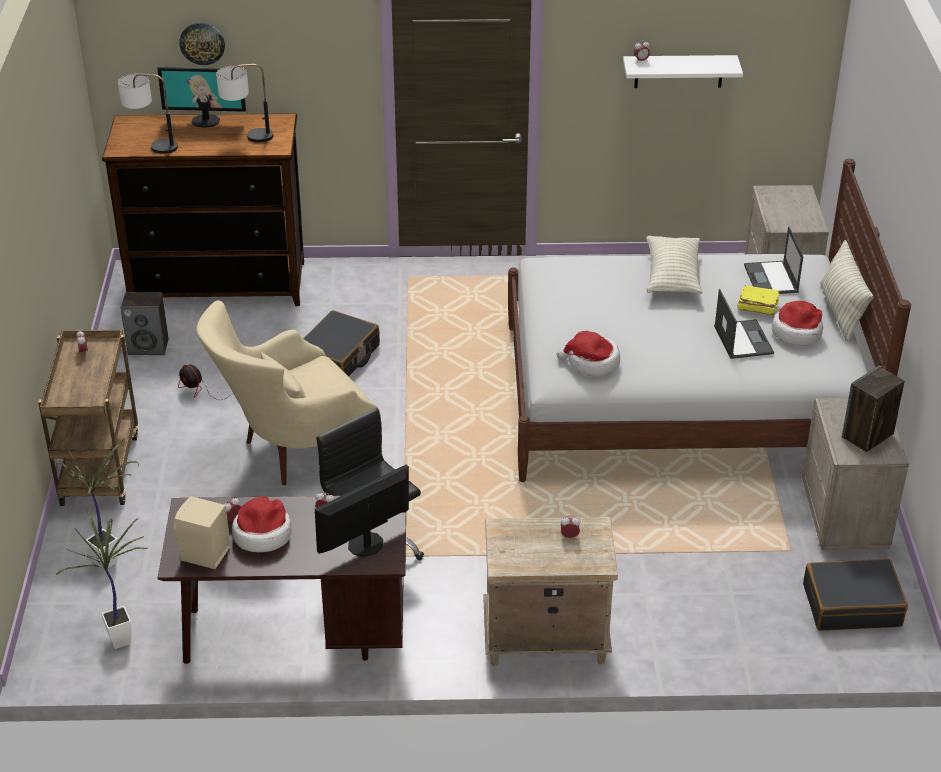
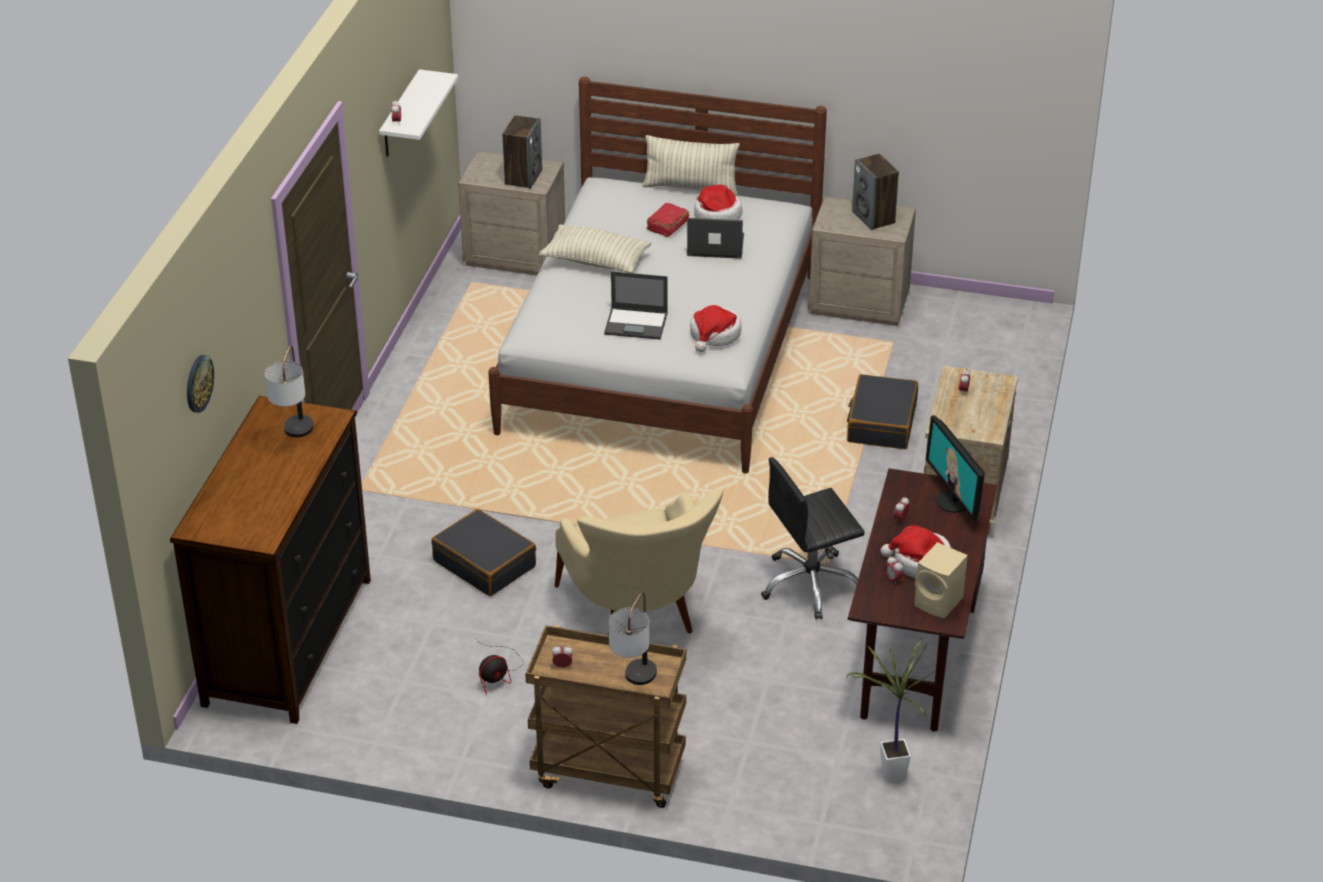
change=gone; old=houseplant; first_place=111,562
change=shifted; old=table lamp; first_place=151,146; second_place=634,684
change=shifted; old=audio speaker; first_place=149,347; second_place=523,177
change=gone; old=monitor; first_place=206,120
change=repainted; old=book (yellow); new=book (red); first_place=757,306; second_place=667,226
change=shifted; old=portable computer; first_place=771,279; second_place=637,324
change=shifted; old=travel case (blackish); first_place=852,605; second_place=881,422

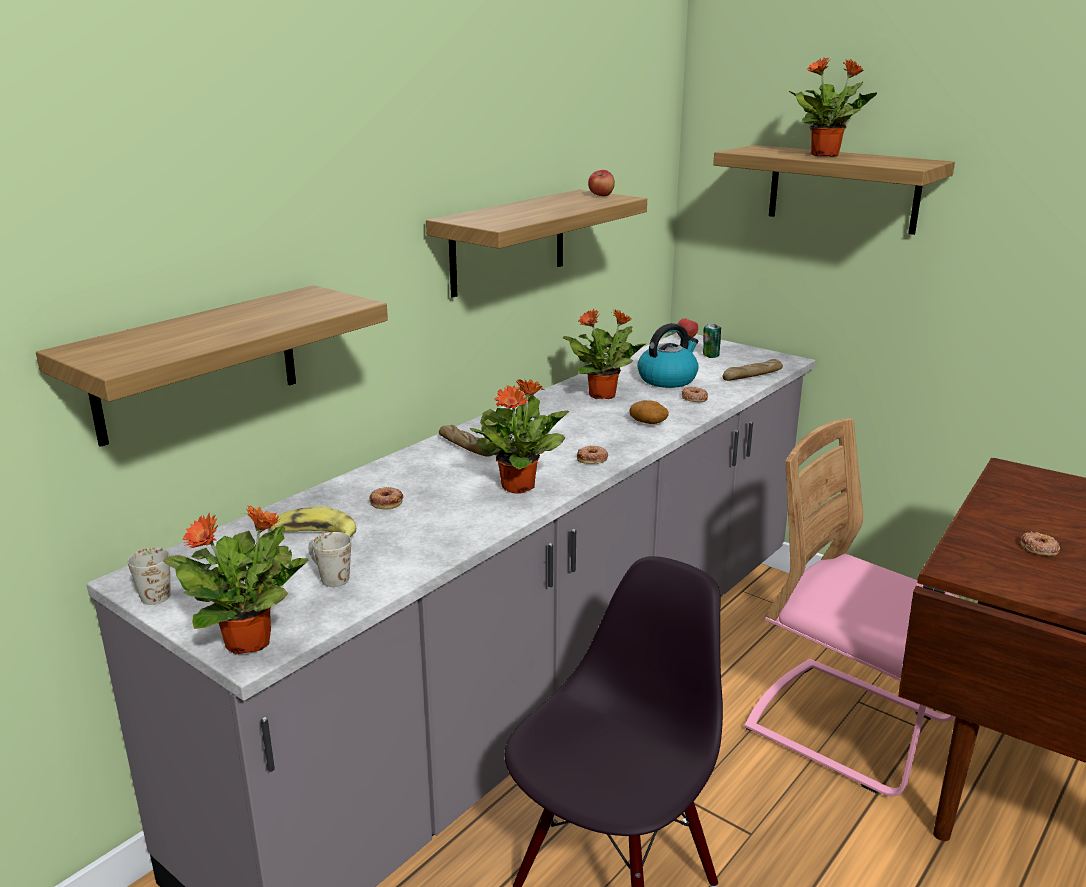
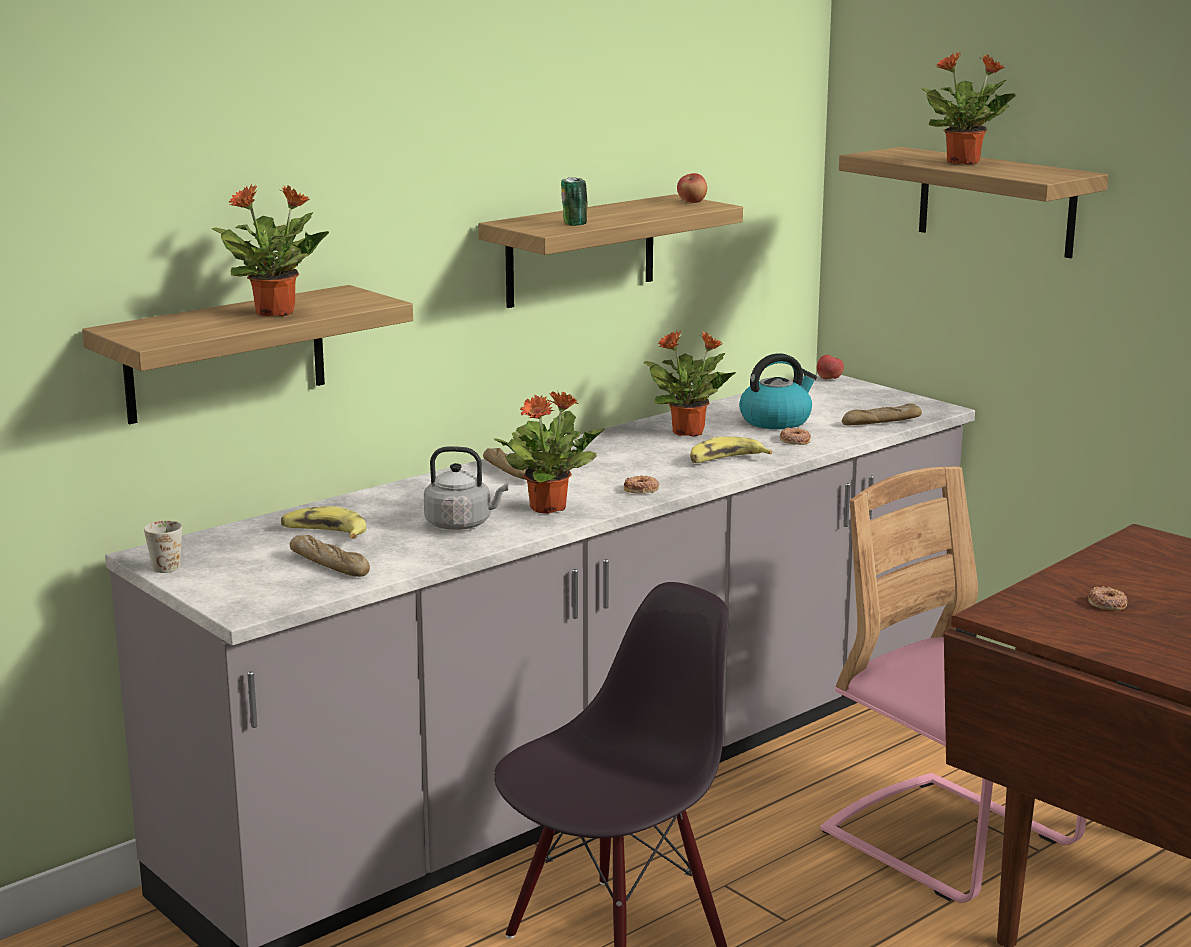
change=shifted; old=houseplant; first_place=250,642; second_place=277,312
change=swapped; old=tea mug (white-coloured); new=bread; first_place=328,577; second_place=329,565
change=gone; old=ring doughnut; first_place=386,501
change=swapped; old=potato; new=banana; first_place=649,422; second_place=726,461
change=shifted; old=can; first_place=710,356; second_place=574,224
change=new; new=tea kettle (grey); second_place=462,524

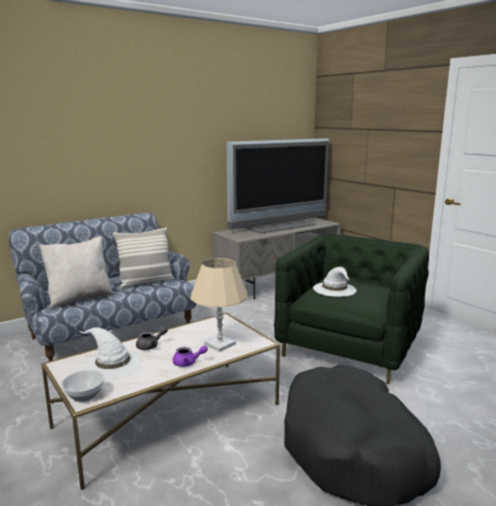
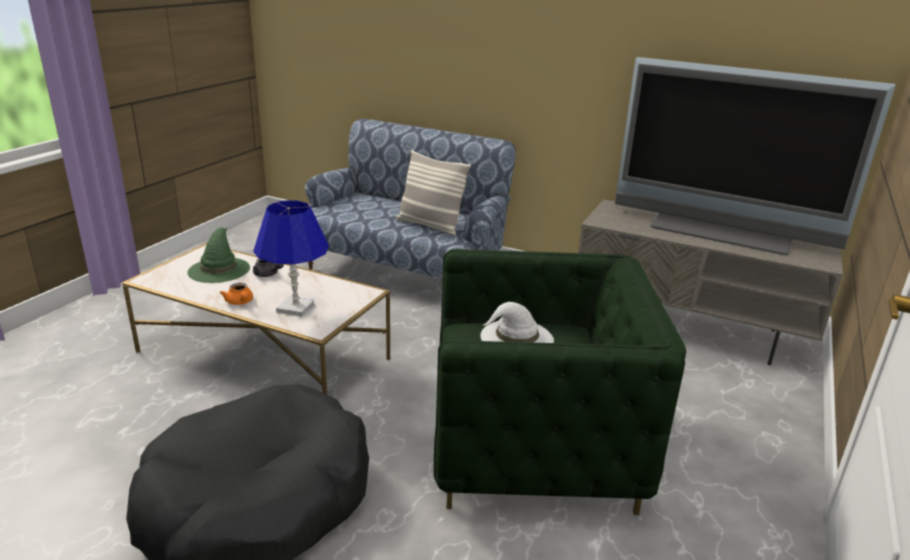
change=gone; old=cushion (beige-coloured); first_place=79,298
change=gone; old=serving bowl; first_place=85,395
change=repainted; old=wearable hat (white-coloured); new=wearable hat (green-coloured); first_place=112,364; second_place=219,269
change=repainted; old=teapot (purple-coloured); new=teapot (orange-coloured); first_place=188,363; second_place=240,302
change=repainted; old=table lamp (beige-coloured); new=table lamp (bluish); first_place=220,344; second_place=295,307

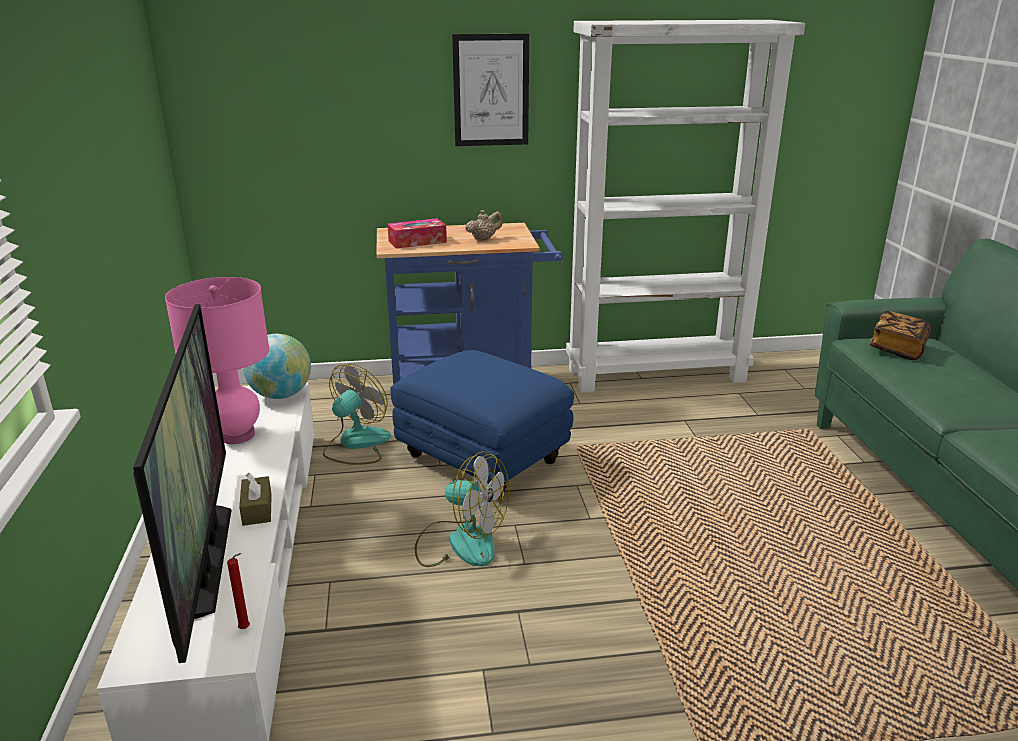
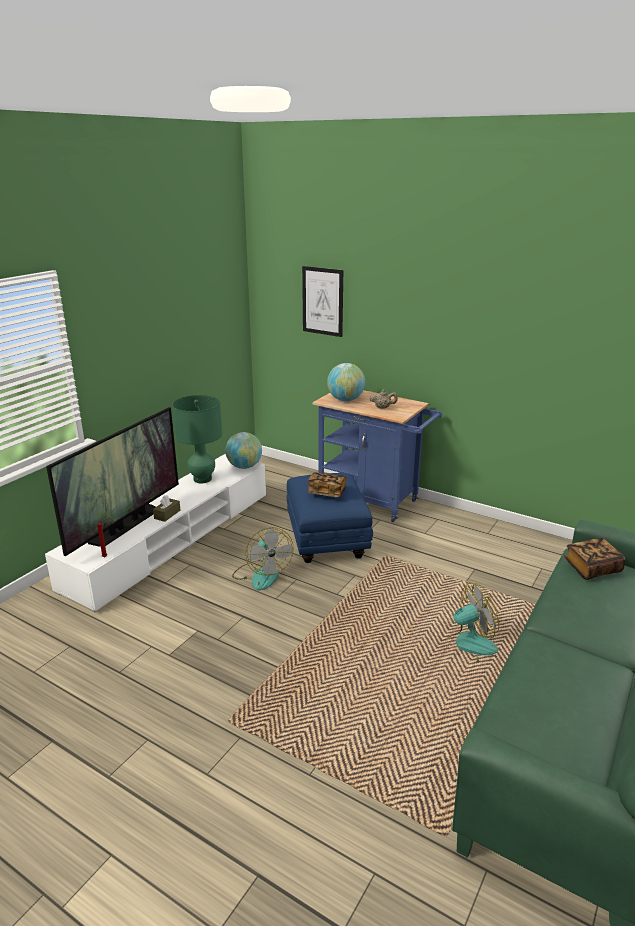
change=repainted; old=table lamp (pinkish); new=table lamp (green-coloured); first_place=237,435; second_place=202,479
change=shifted; old=cooling fan; first_place=356,444; second_place=466,647
change=swapped; old=tissue holder; new=world globe; first_place=417,241; second_place=345,400
change=shifted; old=wall art; first_place=491,90; second_place=322,301
change=gone; old=bookcase (white-coloured); first_place=657,374
change=new; new=book; second_place=326,492

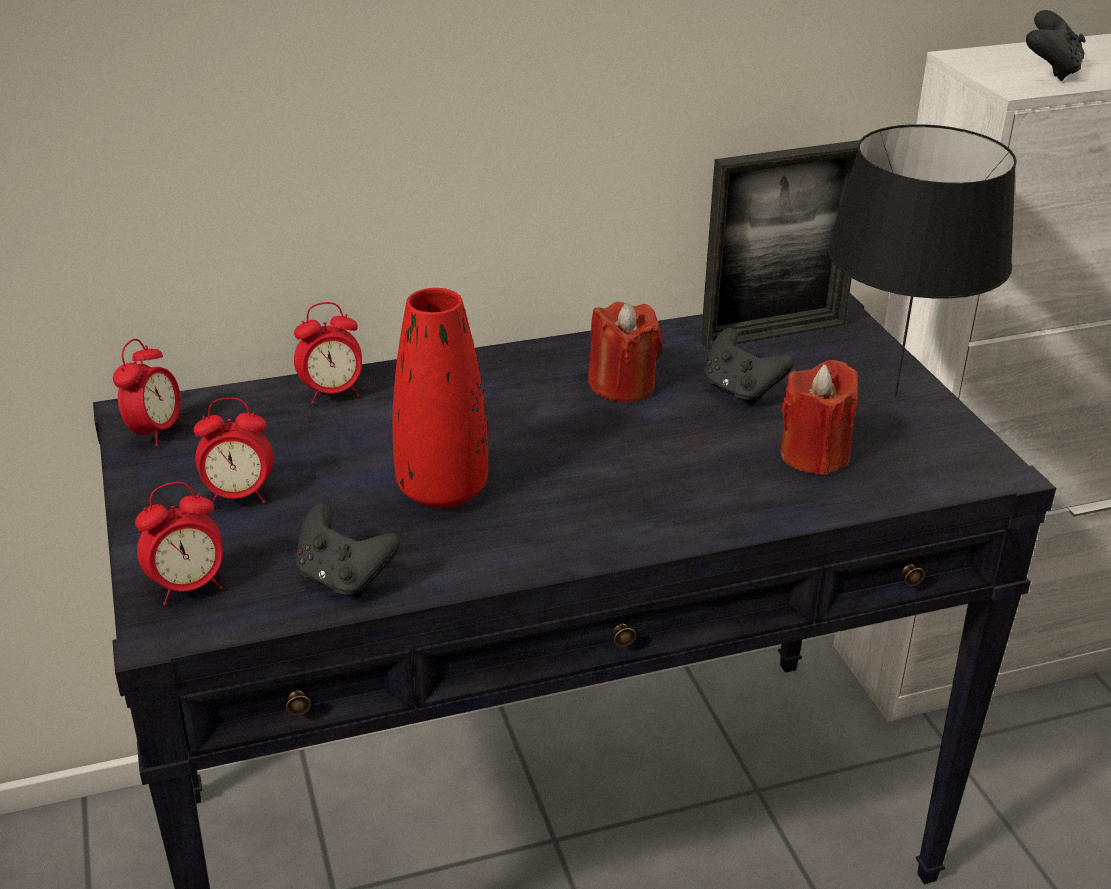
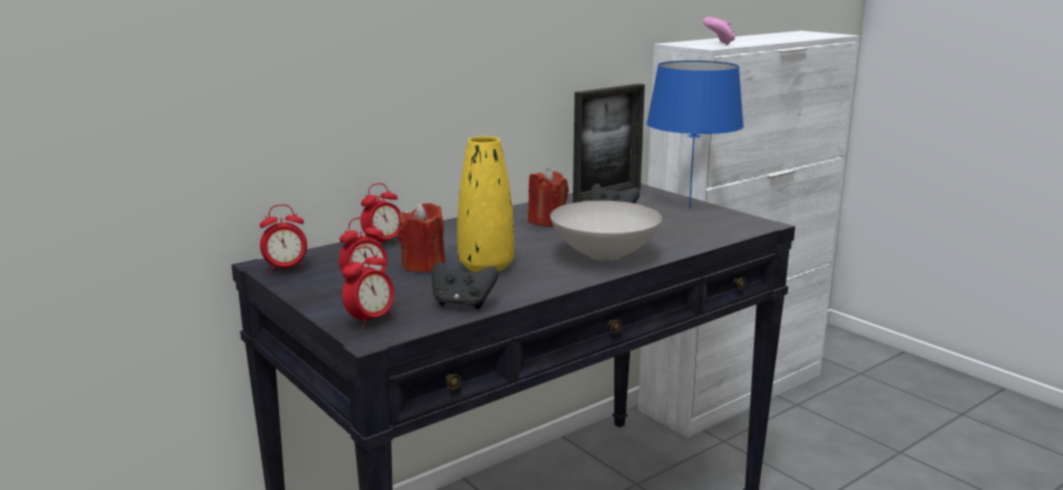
change=rotated; old=bedside clock; first_place=155,432; second_place=286,269; degrees=75
change=repainted; old=decorative vase (red); new=decorative vase (yellow); first_place=442,490; second_place=486,267
change=shifted; old=wax candle (red); first_place=814,455; second_place=423,265
change=repainted; old=table lamp (blackish); new=table lamp (bluish); first_place=896,397; second_place=690,208
change=repainted; old=joypad (blackish); new=joypad (pinkish); first_place=1050,71; second_place=719,44
change=new; new=serving bowl (white-coloured); second_place=606,255

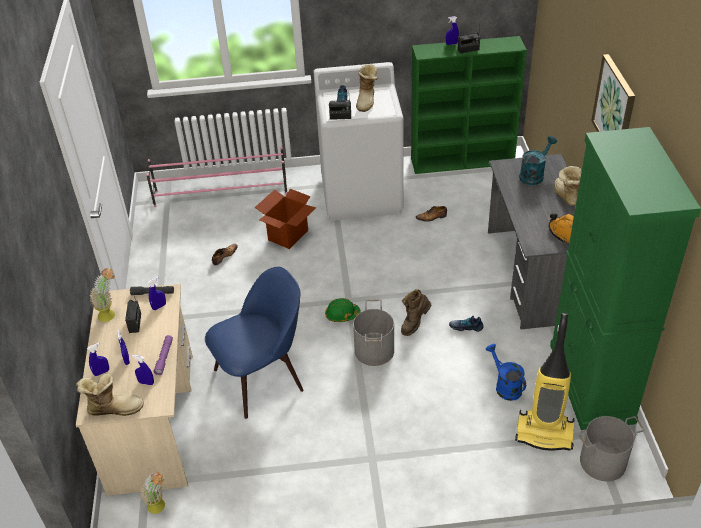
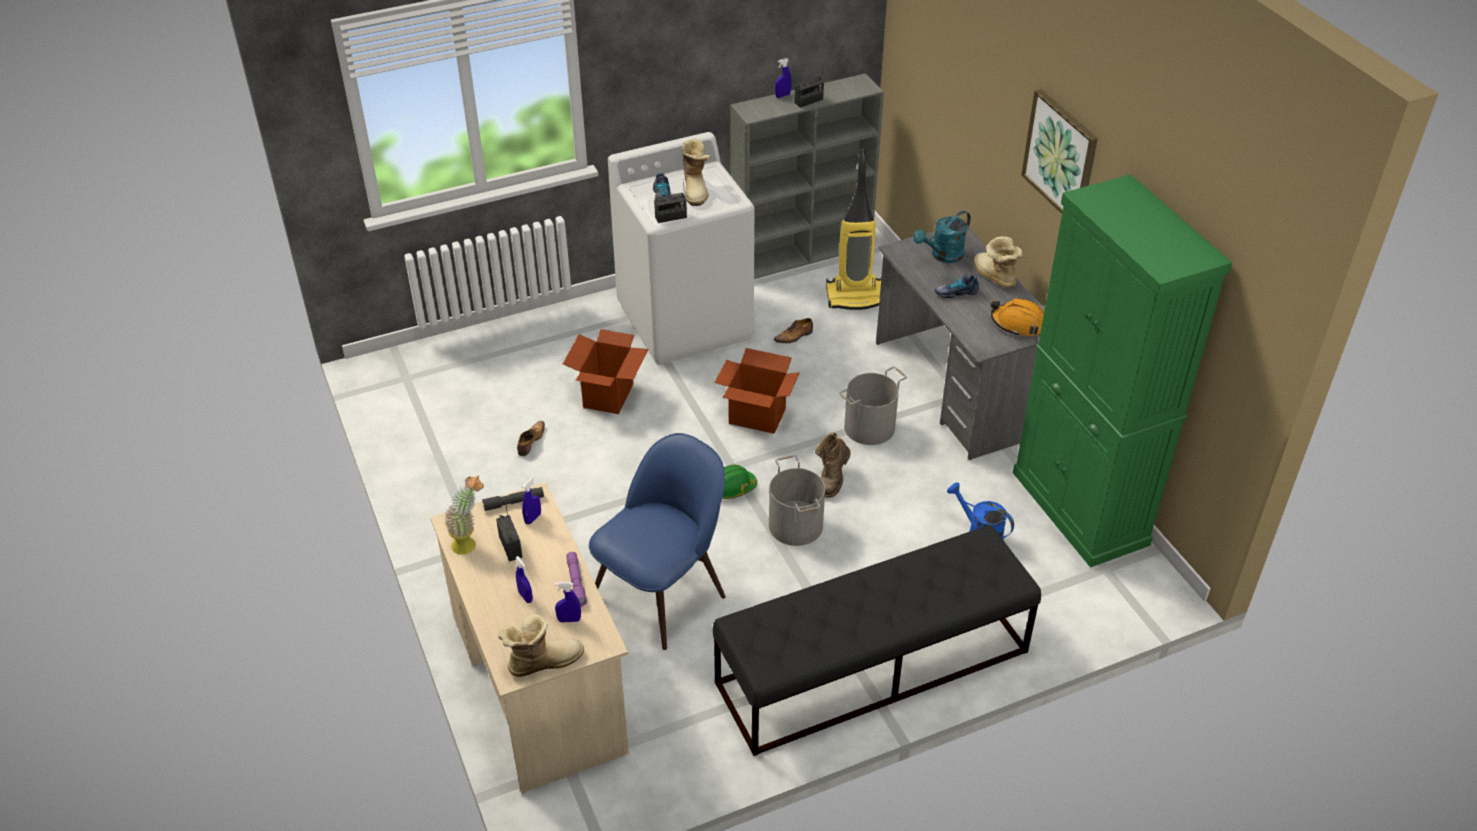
change=gone; old=sprayer (bluish); first_place=101,372
change=gone; old=houseplant; first_place=160,507
change=gone; old=shoe shelf (pinkish); first_place=221,192
change=repainted; old=bookcase (green-coloured); new=bookcase (grey); first_place=463,161; second_place=803,253
change=shifted; old=item of footwear; first_place=466,327; second_place=956,292
change=shifted; old=hoover; first_place=545,433; second_place=856,296
change=rotated; old=watering pot (blue-green); first_place=534,175; second_place=943,256; degrees=-150
change=shifted; old=water bucket (grey); first_place=603,462; second_place=870,427
change=new; new=long seat (blackish); second_place=871,668
change=new; new=carton; second_place=756,416

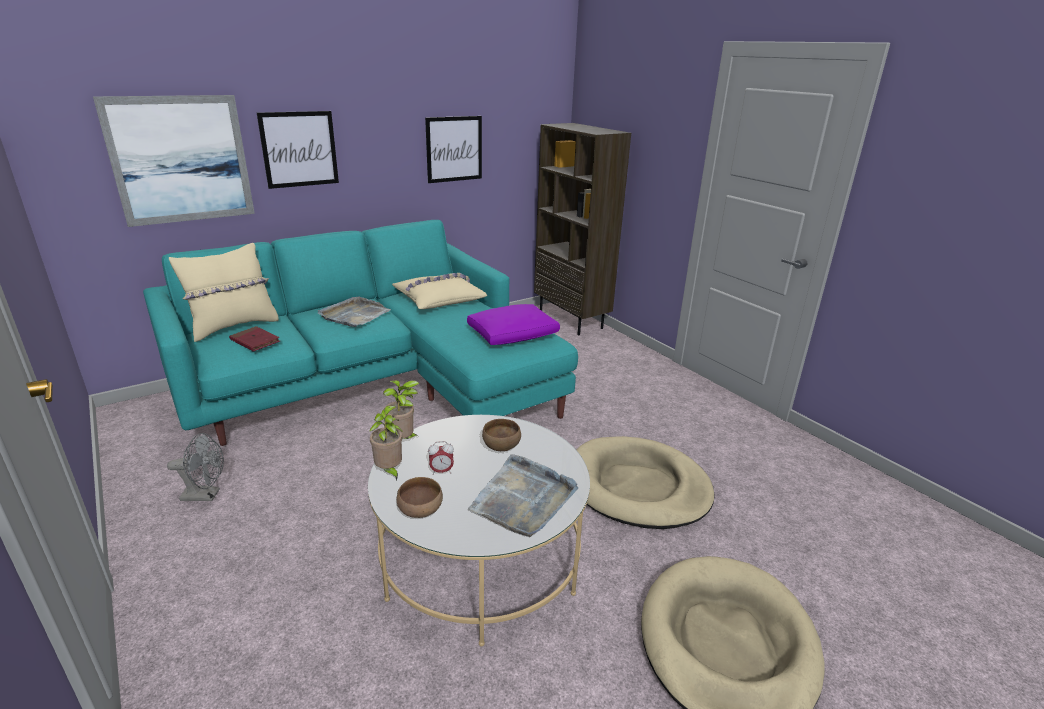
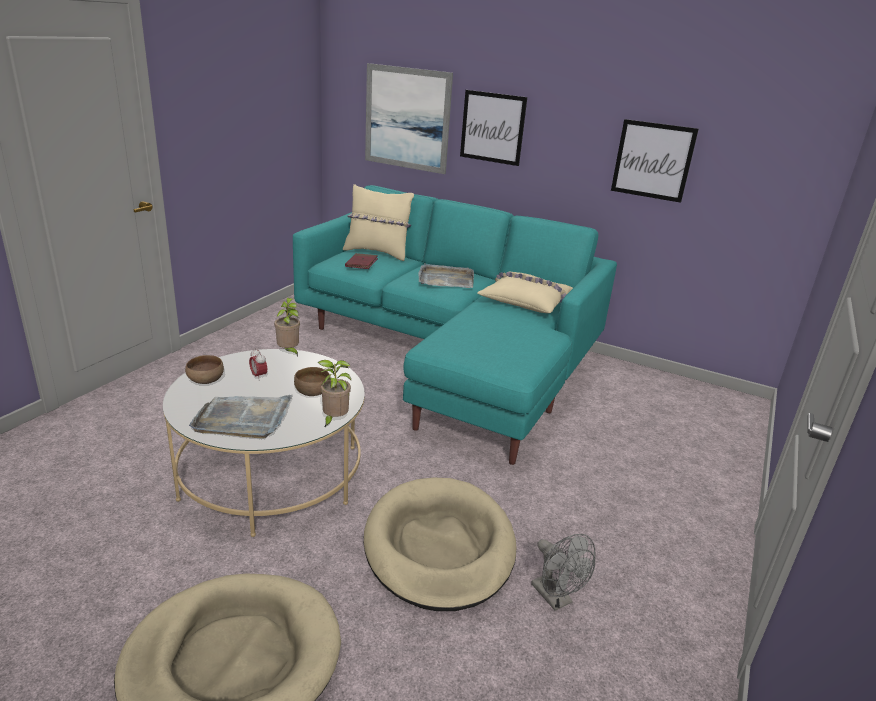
change=shifted; old=cooling fan (grey); first_place=206,495; second_place=556,598
change=shifted; old=houseplant; first_place=389,471; second_place=334,420
change=gone; old=cushion (purple-coloured); first_place=513,335
change=gone; old=bookcase (brown); first_place=571,320

